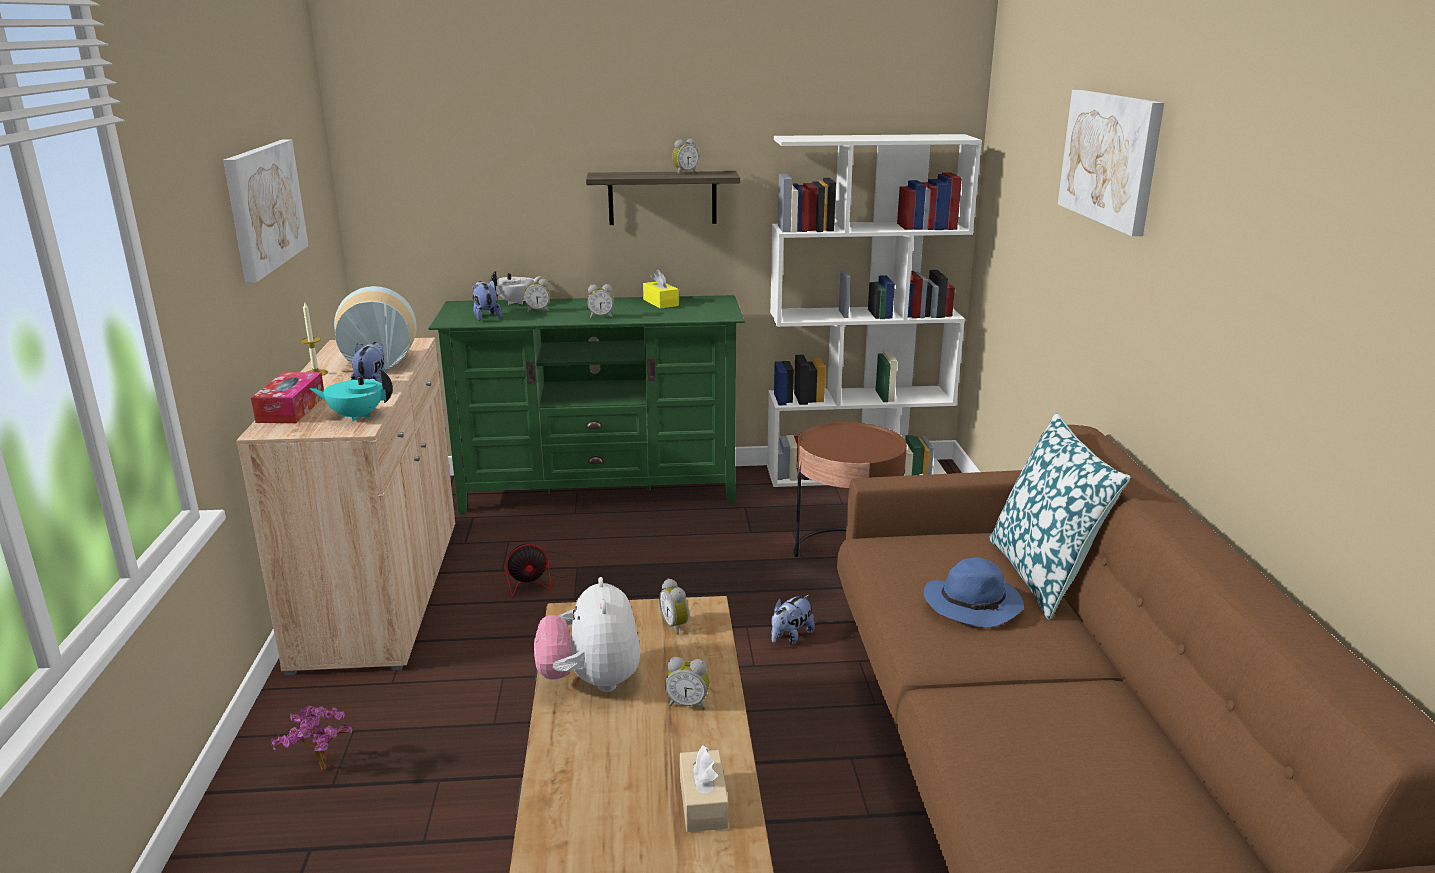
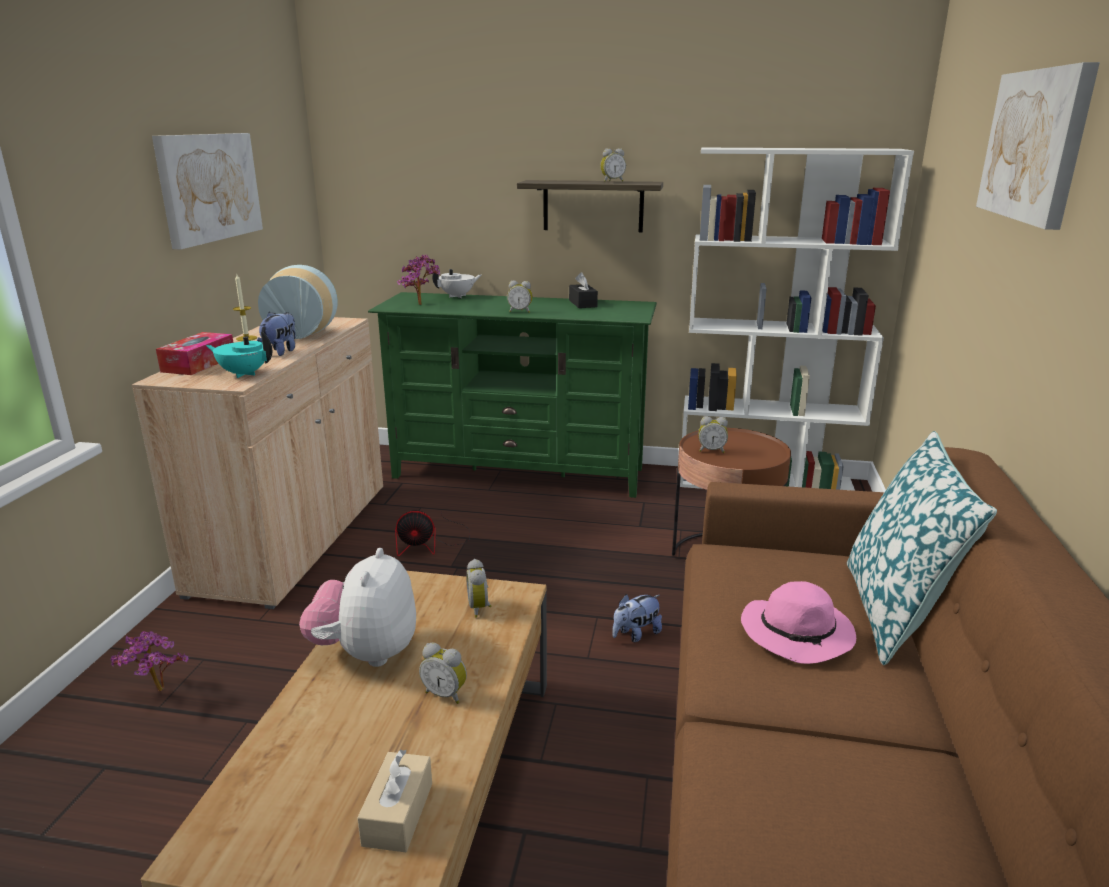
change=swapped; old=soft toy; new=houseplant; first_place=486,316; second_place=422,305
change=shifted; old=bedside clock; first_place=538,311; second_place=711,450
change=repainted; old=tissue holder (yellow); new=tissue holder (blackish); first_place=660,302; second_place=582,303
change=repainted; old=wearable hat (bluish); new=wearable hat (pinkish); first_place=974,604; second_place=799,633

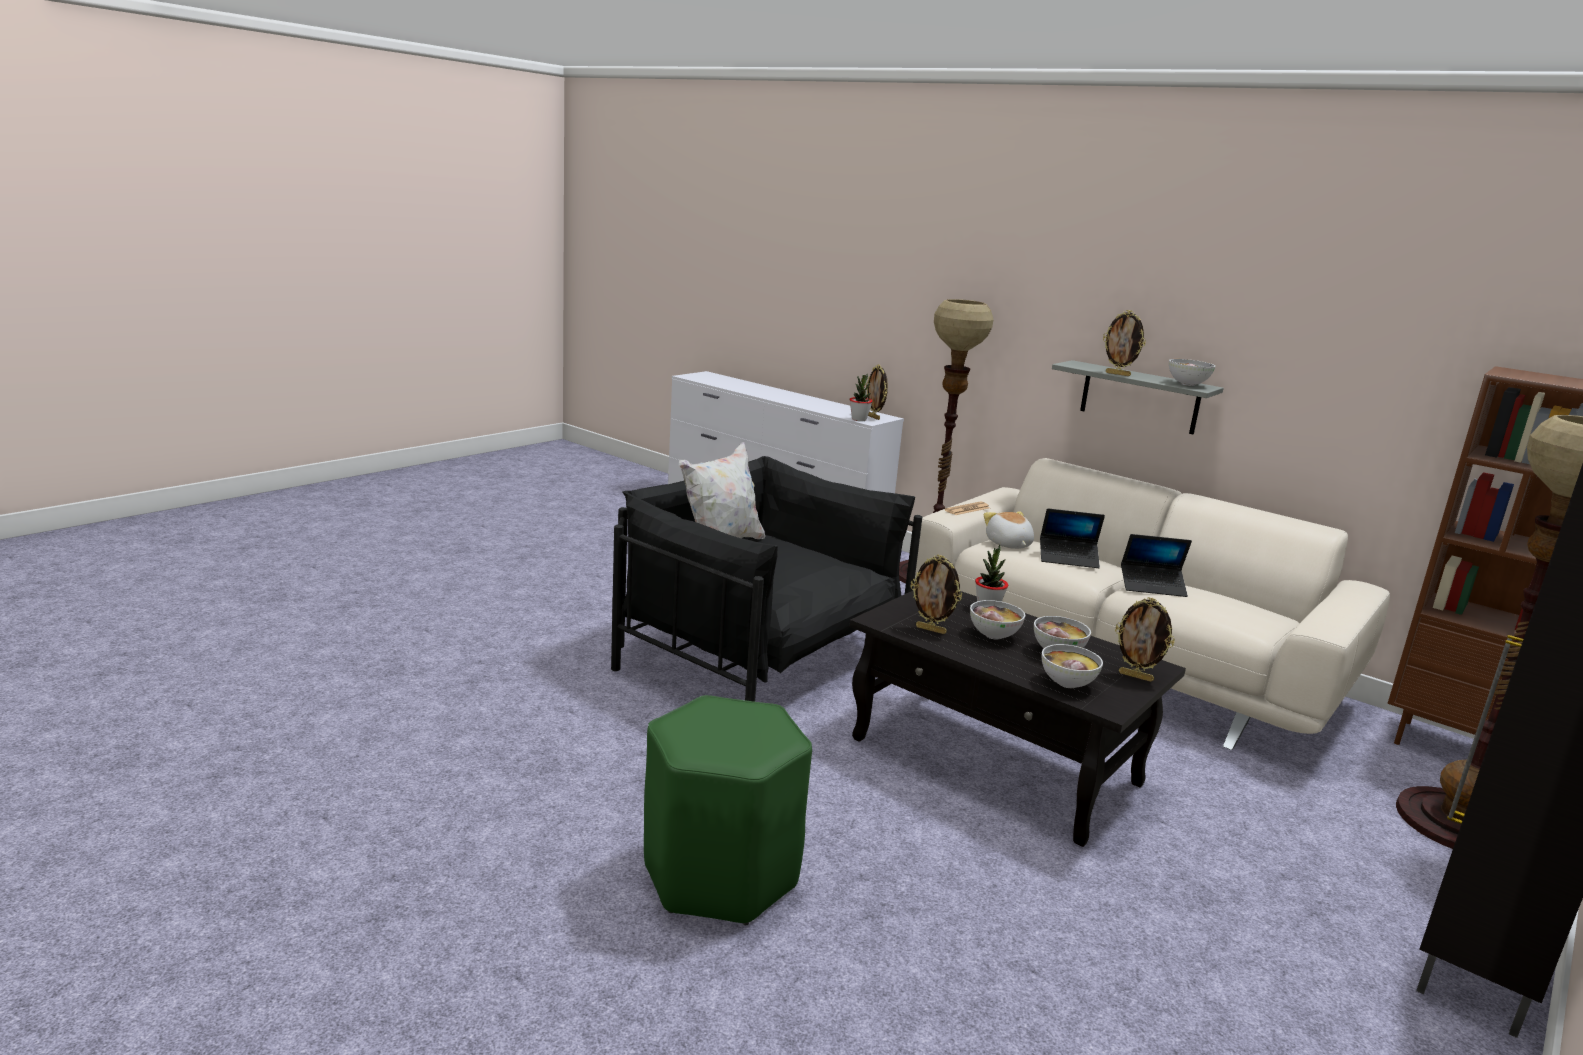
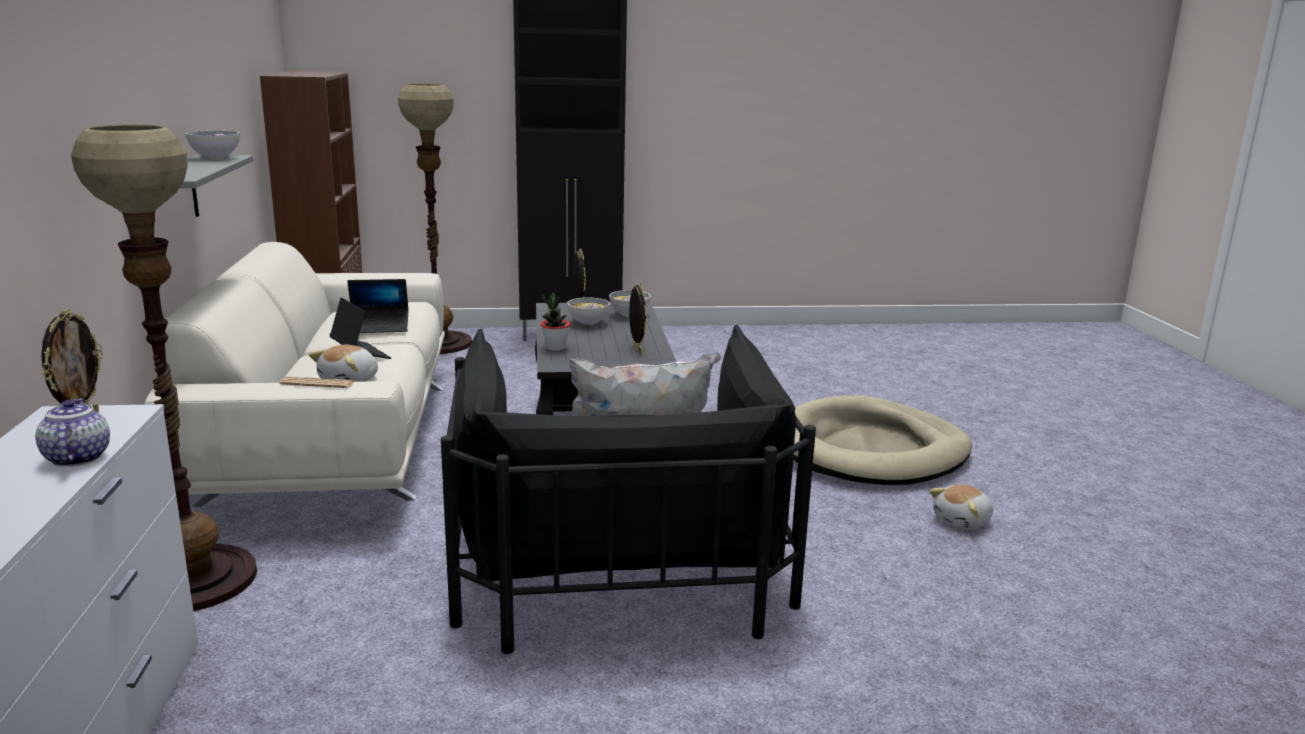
change=swapped; old=stool seat (green-coloured); new=pet bed (beige-coloured); first_place=720,875; second_place=870,450
change=gone; old=houseplant; first_place=859,419
change=gone; old=serving bowl; first_place=994,635
change=gone; old=standing frame; first_place=1118,374
change=rotated; old=portable computer; first_place=1152,586; second_place=379,327; degrees=120
change=new; new=teapot; second_place=76,457
change=new; new=soft toy; second_place=963,521

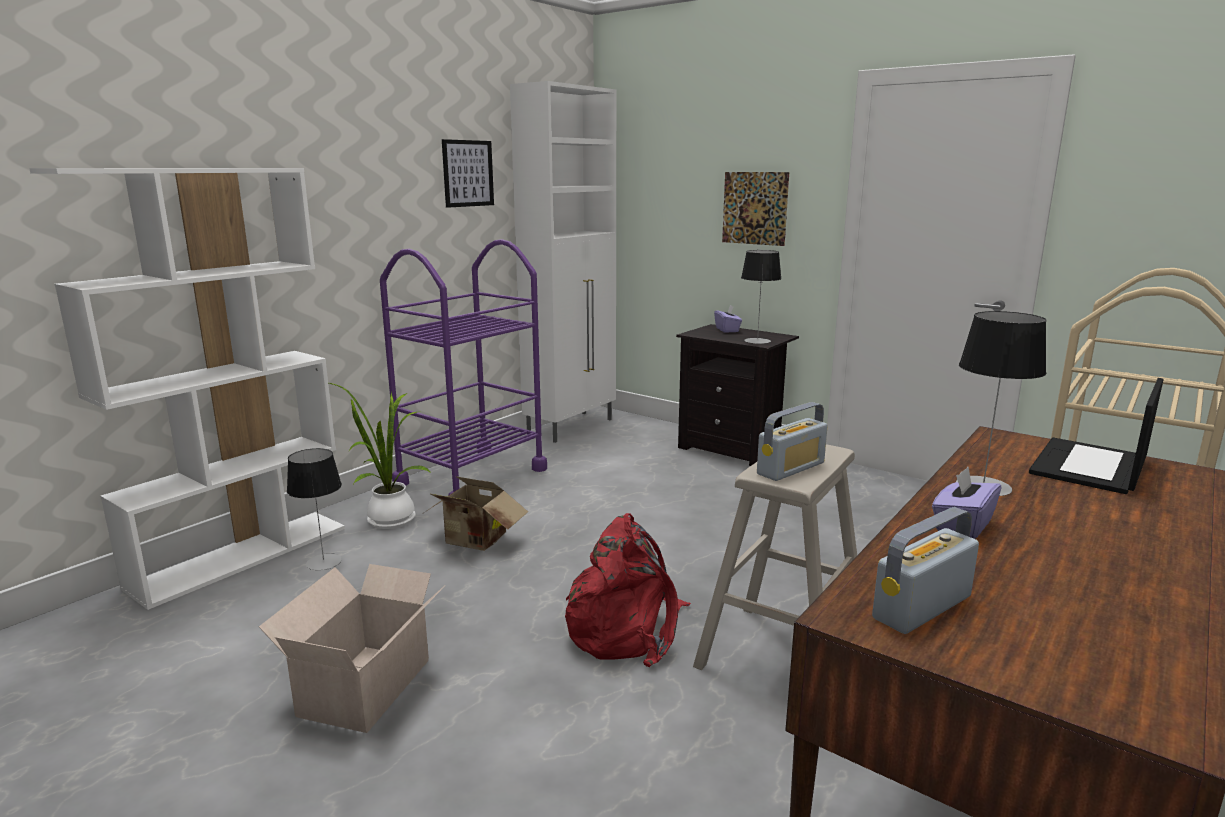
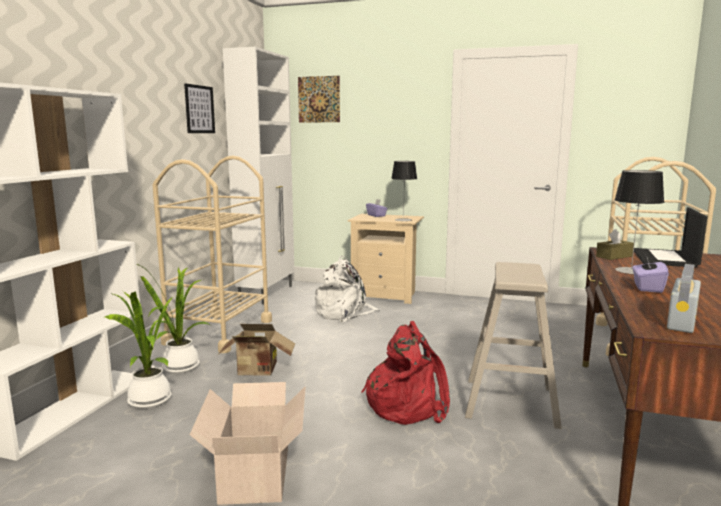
change=swapped; old=table lamp; new=houseplant; first_place=323,562; second_place=148,402
change=repainted; old=cart (purple-coloured); new=cart (beige-coloured); first_place=471,476; second_place=219,332
change=repainted; old=bedside table (blackish); new=bedside table (beige-coloured); first_place=732,449; second_place=386,295
change=shifted; old=wall art; first_place=754,208; second_place=319,99
change=gone; old=radio set; first_place=791,468
change=new; new=knapsack (white-coloured); second_place=345,313
change=new; new=tissue holder (brown); second_place=614,256

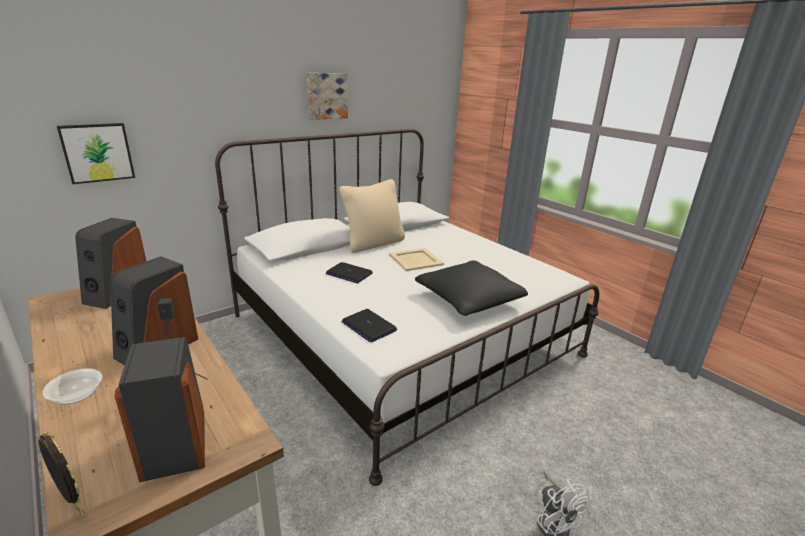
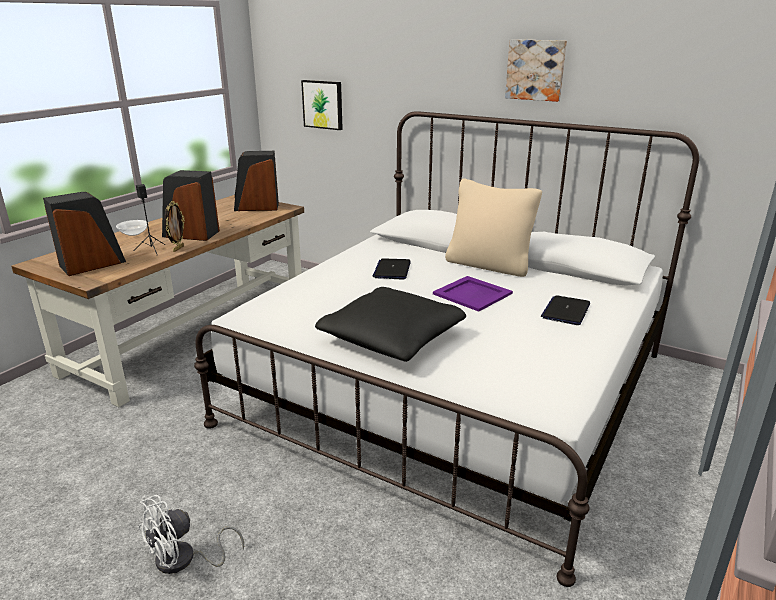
change=shifted; old=standing frame; first_place=73,507; second_place=178,249
change=shifted; old=portable computer; first_place=368,326; second_place=566,311
change=repainted; old=tray (beige-coloured); new=tray (purple-coloured); first_place=415,260; second_place=471,294

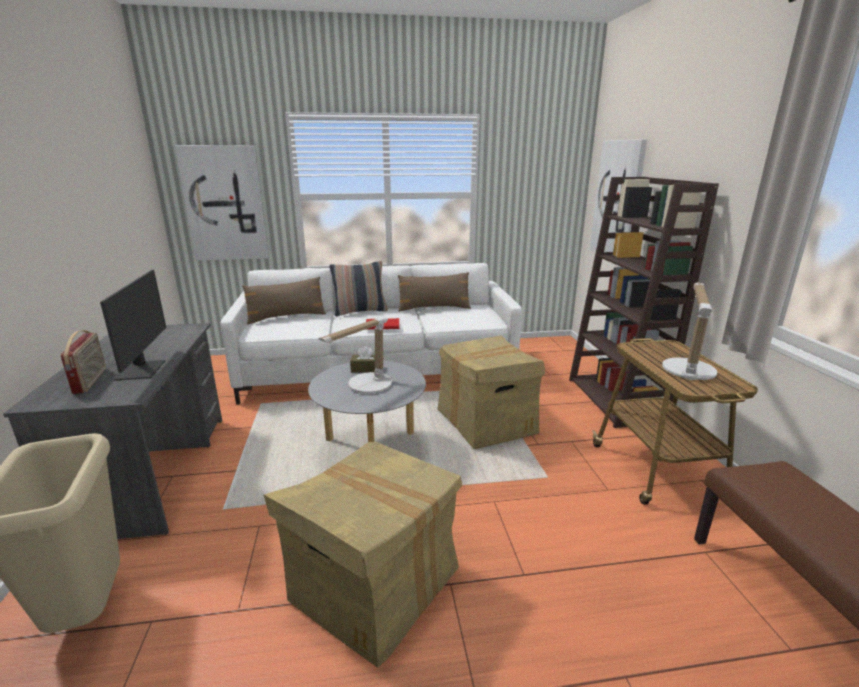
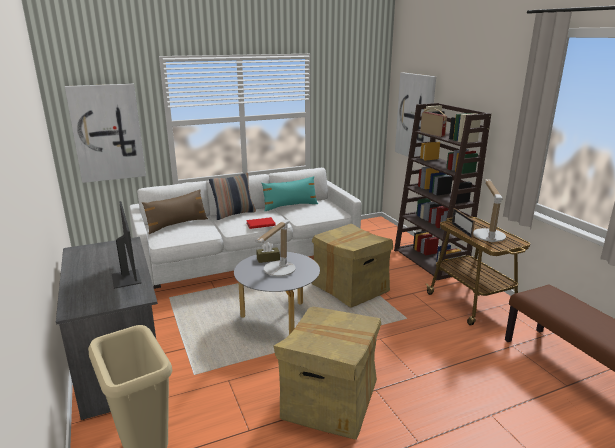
change=shifted; old=radio set; first_place=91,380; second_place=432,134
change=repainted; old=cushion (brown); new=cushion (blue-green); first_place=434,308; second_place=290,206
change=new; new=standing frame; second_place=461,230

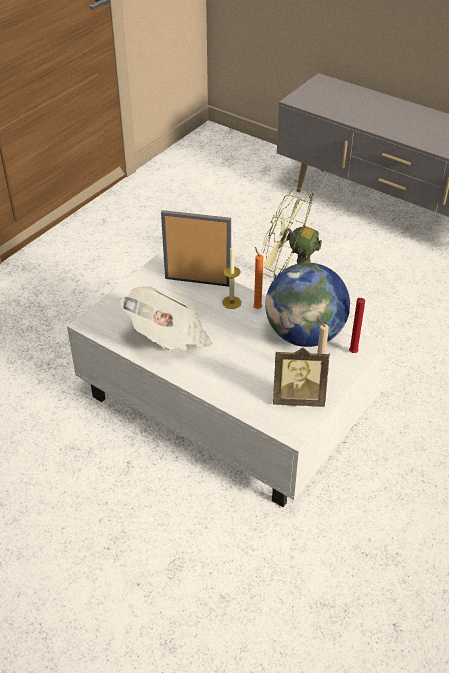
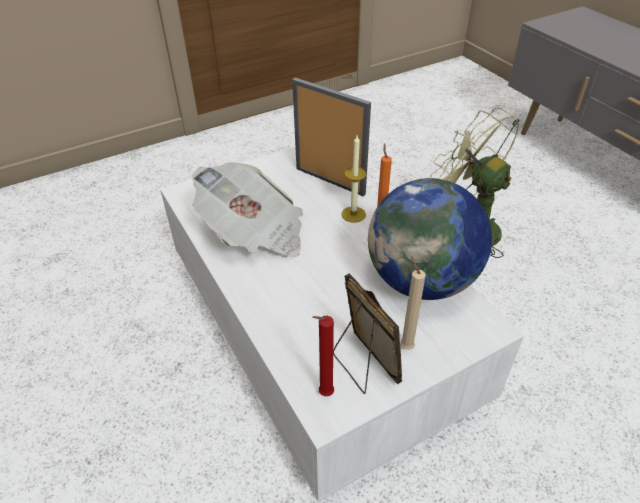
change=rotated; old=standing frame; first_place=298,398; second_place=363,365; degrees=-150
change=shifted; old=wax candle (red); first_place=352,353; second_place=323,394

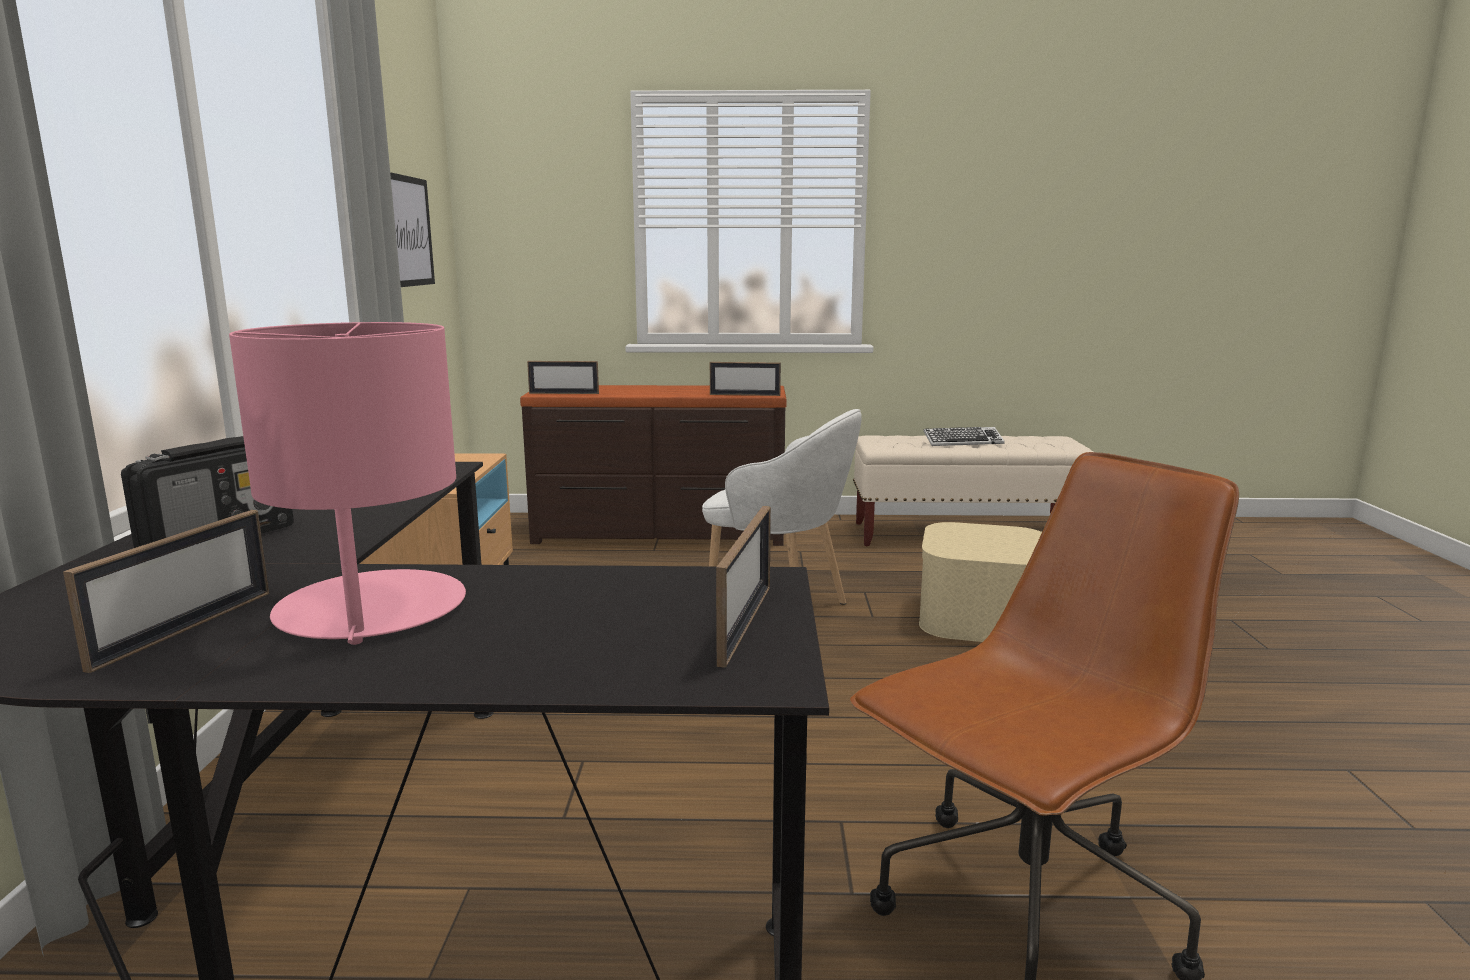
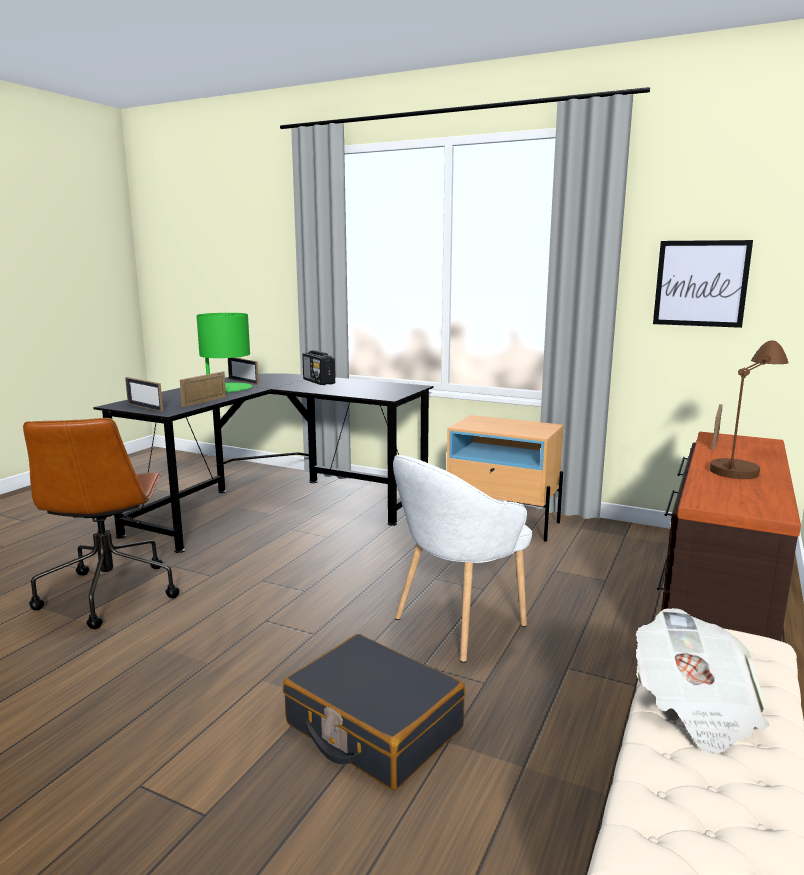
change=repainted; old=table lamp (pinkish); new=table lamp (green-coloured); first_place=371,610; second_place=227,389
change=shifted; old=standing frame; first_place=745,395; second_place=204,401
change=swapped; old=storage container (beige-coloured); new=travel case (blackish); first_place=980,617; second_place=373,727
change=swapped; old=PC keyboard; new=newspaper; first_place=963,442; second_place=695,708
change=new; new=table lamp (brown); second_place=744,463

